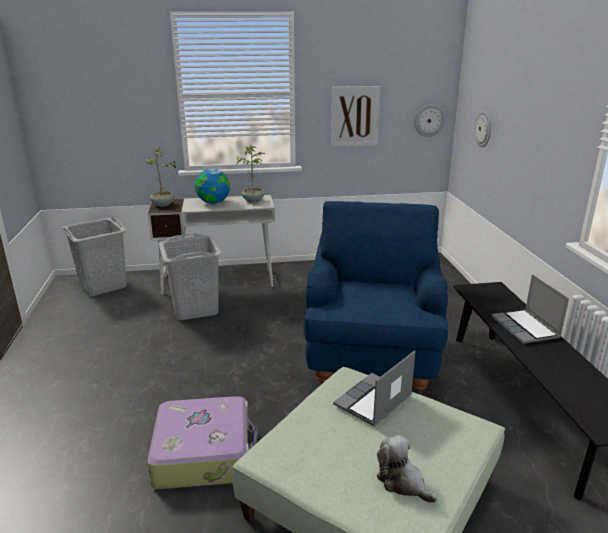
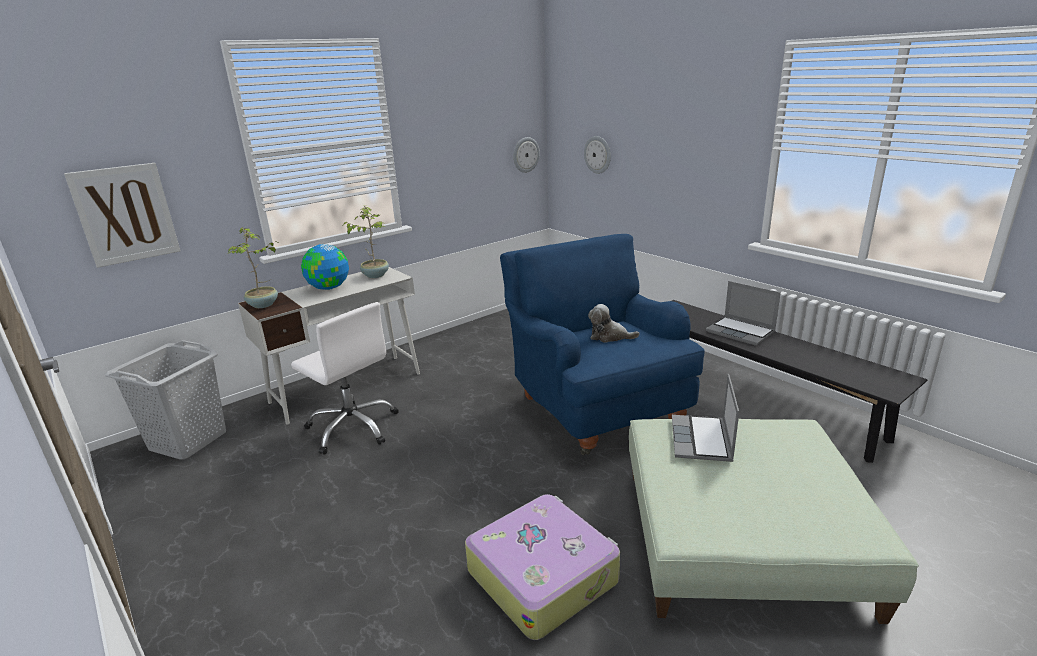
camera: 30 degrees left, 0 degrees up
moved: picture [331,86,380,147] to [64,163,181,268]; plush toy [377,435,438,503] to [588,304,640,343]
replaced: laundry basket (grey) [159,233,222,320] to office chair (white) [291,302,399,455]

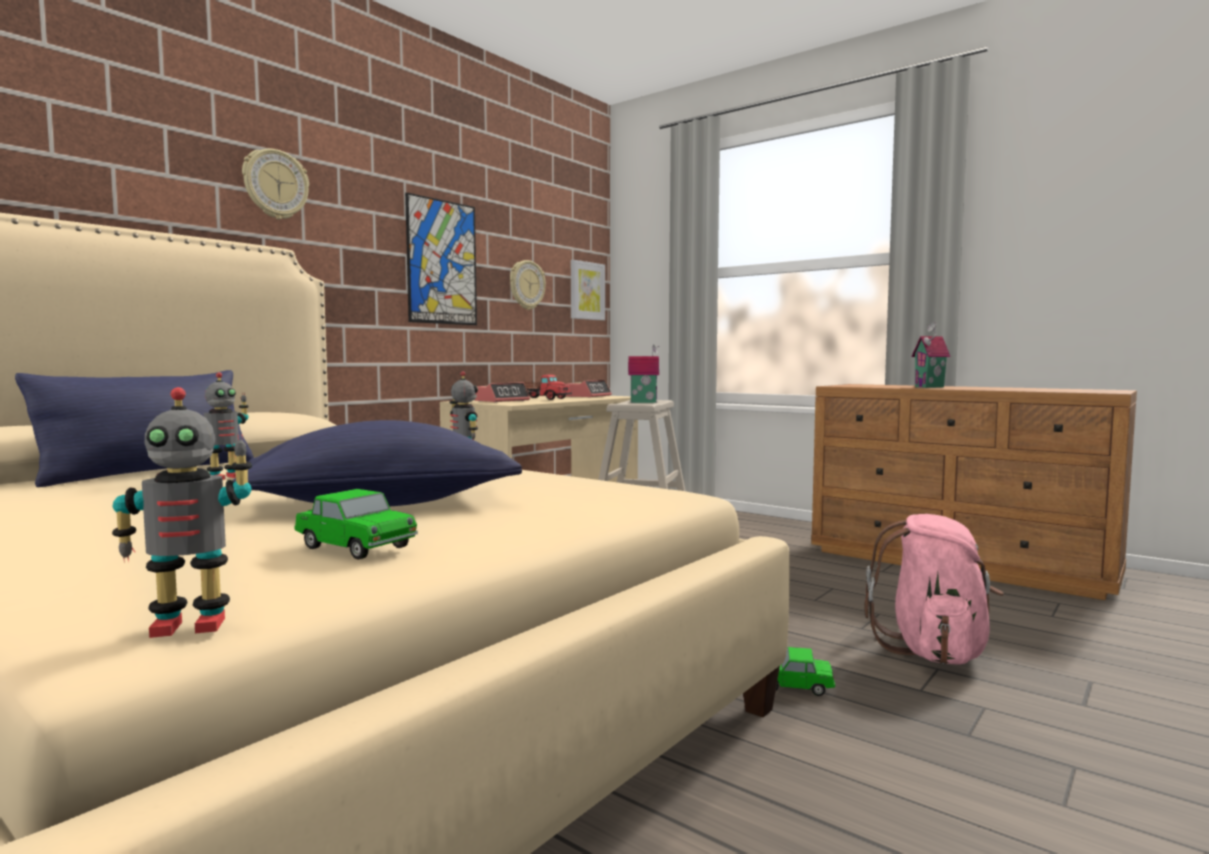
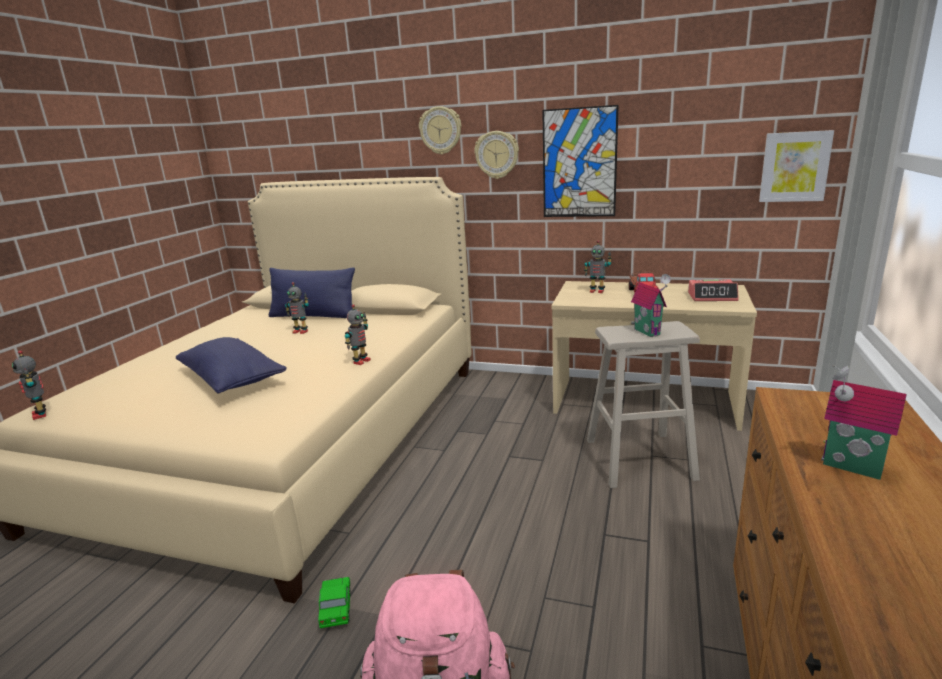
camera: 70 degrees right, 15 degrees up
removed: toy car [294,489,418,560]
moved: wall clock [510,260,546,310] to [474,131,519,179]
replaced: alarm clock [474,382,530,402] to toy robot [584,240,612,293]

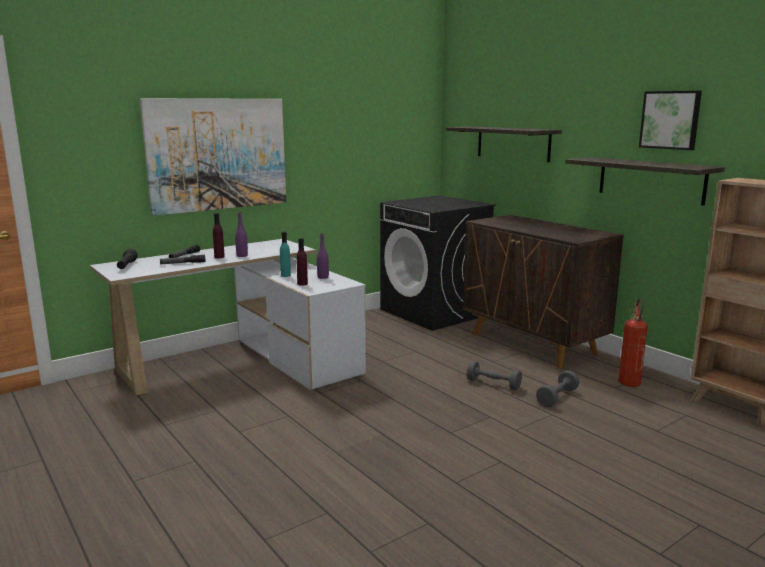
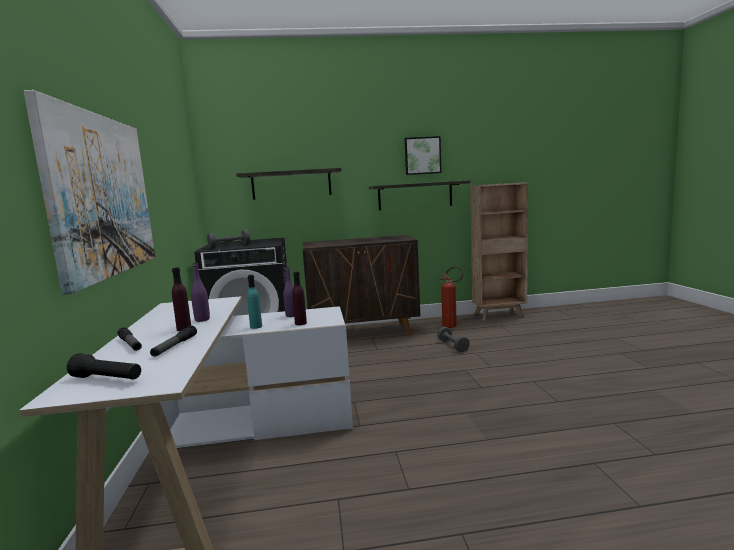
camera: 60 degrees left, 5 degrees down
moved: dumbbell (grey) [467,361,522,390] to [207,229,250,249]

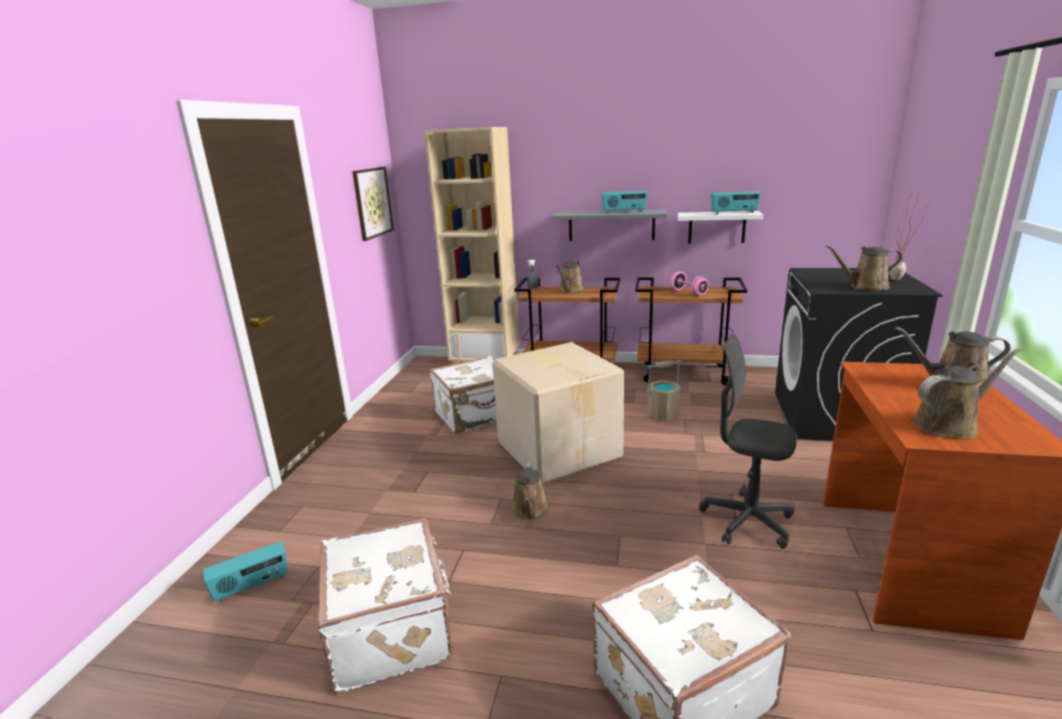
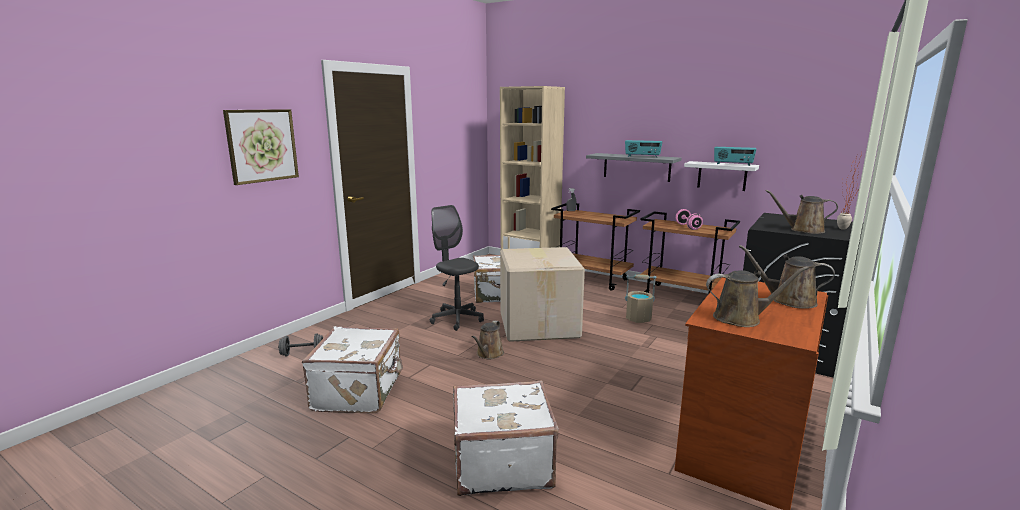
camera: 20 degrees right, 5 degrees down
removed: watering can (brown) [556,261,585,294]
moved: picture [352,167,394,241] to [223,109,299,185]; office chair (grey) [699,333,797,549] to [430,205,484,331]
replaced: radio [202,541,287,602] to dumbbell (grey) [278,334,323,356]

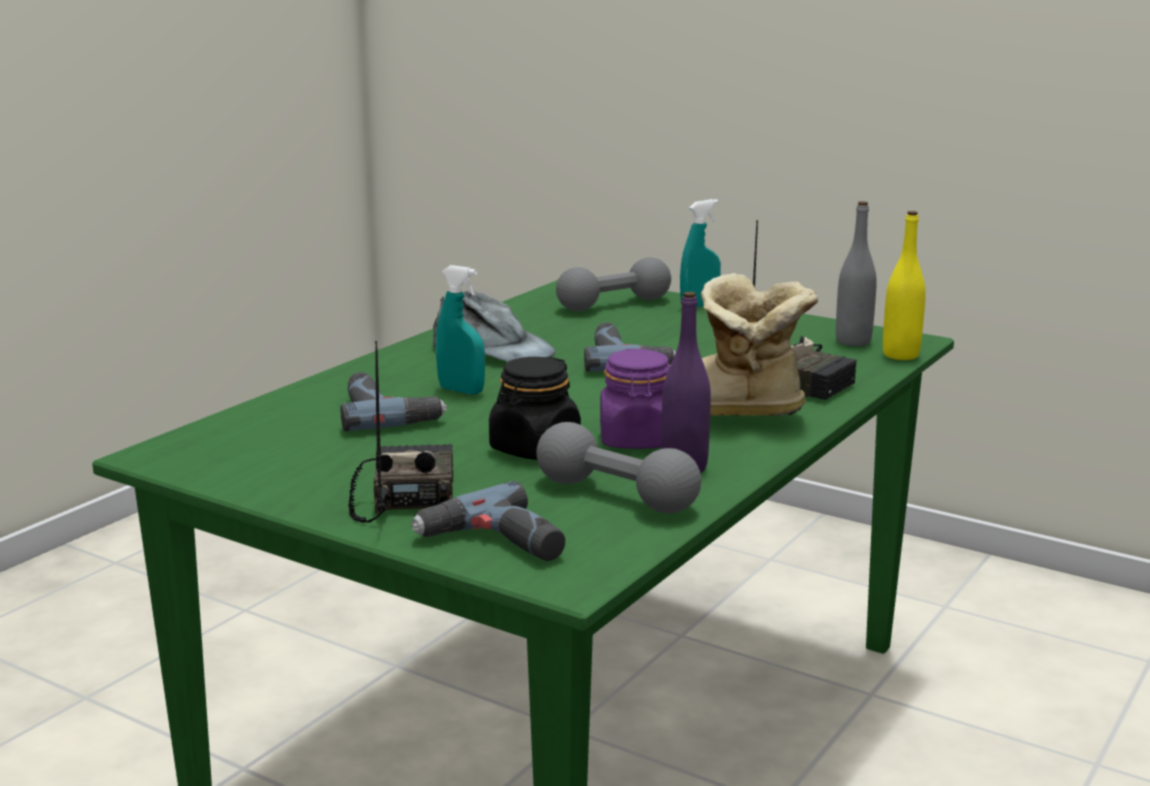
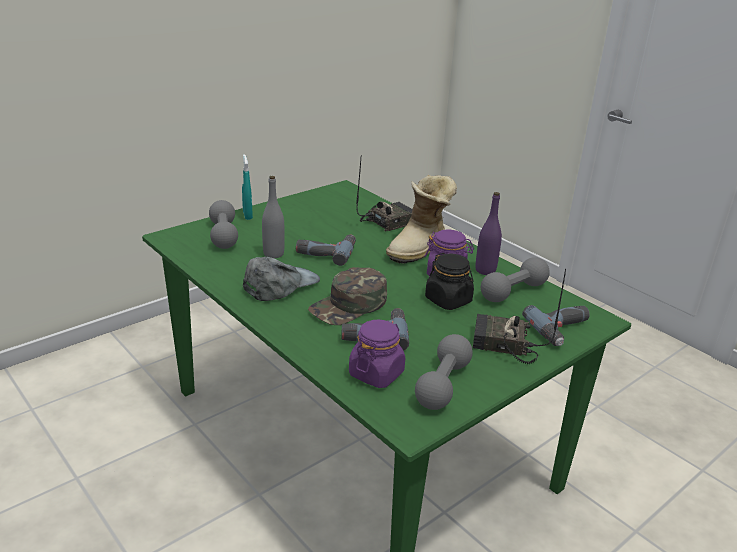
camera: 75 degrees left, 10 degrees up
removed: bottle (yellow) [883,211,926,360]
added: jar (purple) [349,320,405,388]; dumbbell (grey) [415,334,473,410]
moved: bottle (grey) [836,201,877,346] to [262,176,285,258]
replaced: spray bottle (turquoise) [436,265,485,394] to cap (green) [308,267,387,325]

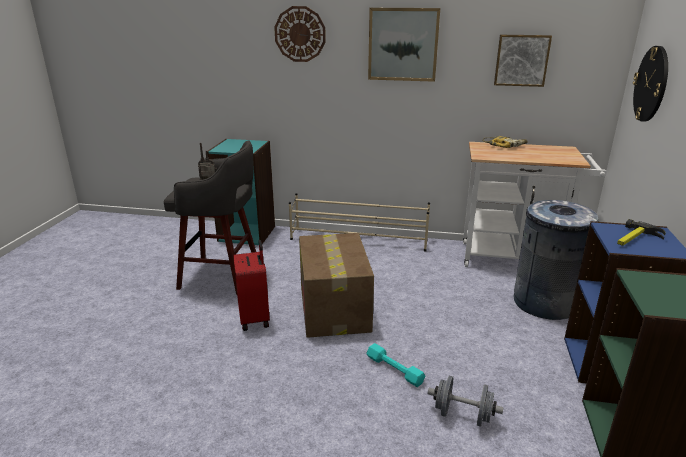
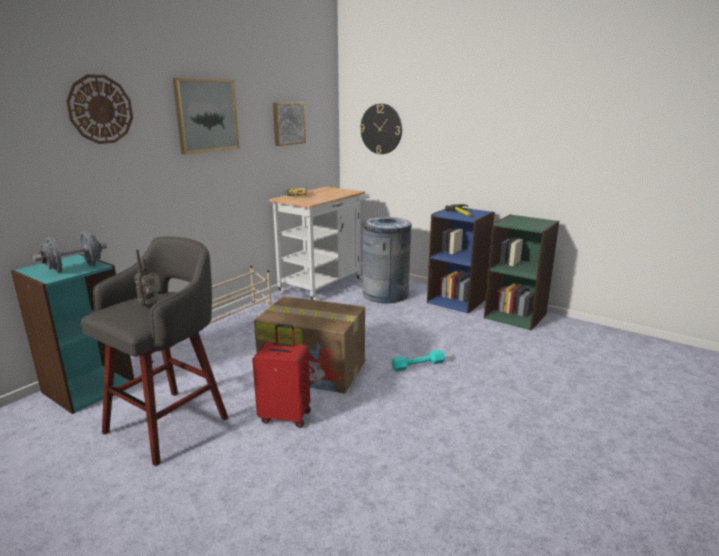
camera: 65 degrees left, 5 degrees down
moved: dumbbell (grey) [428,376,504,427] to [33,231,107,273]

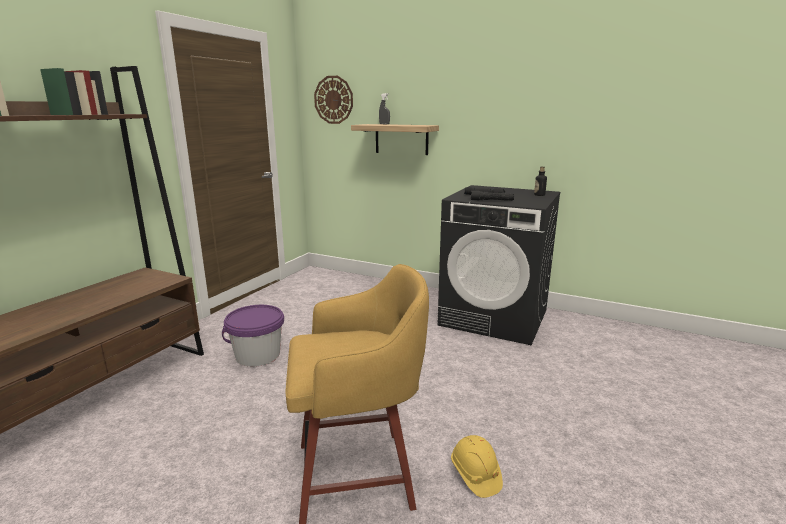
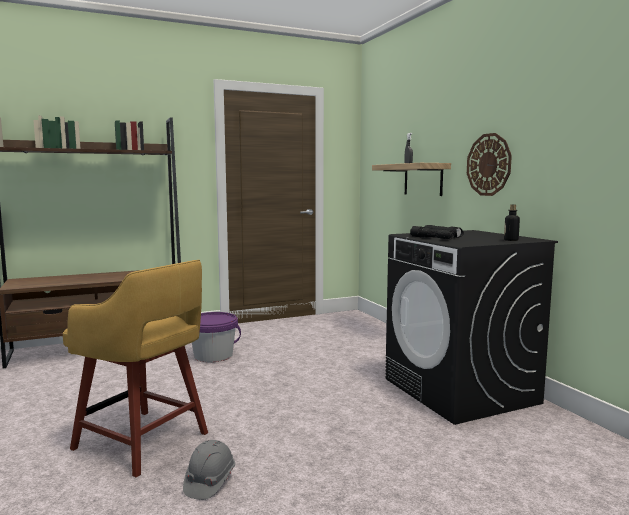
camera: 40 degrees right, 10 degrees down
moved: wall clock [314,76,353,124] to [467,133,512,196]
recoloured: hard hat (yellow) [451,435,503,498] to hard hat (grey) [183,440,235,500]

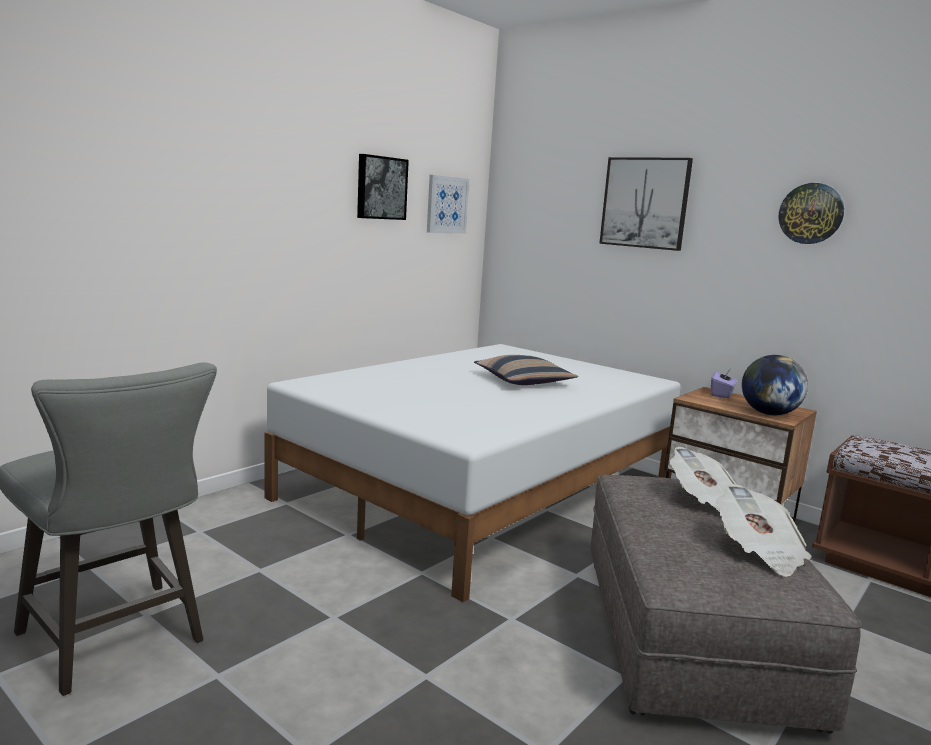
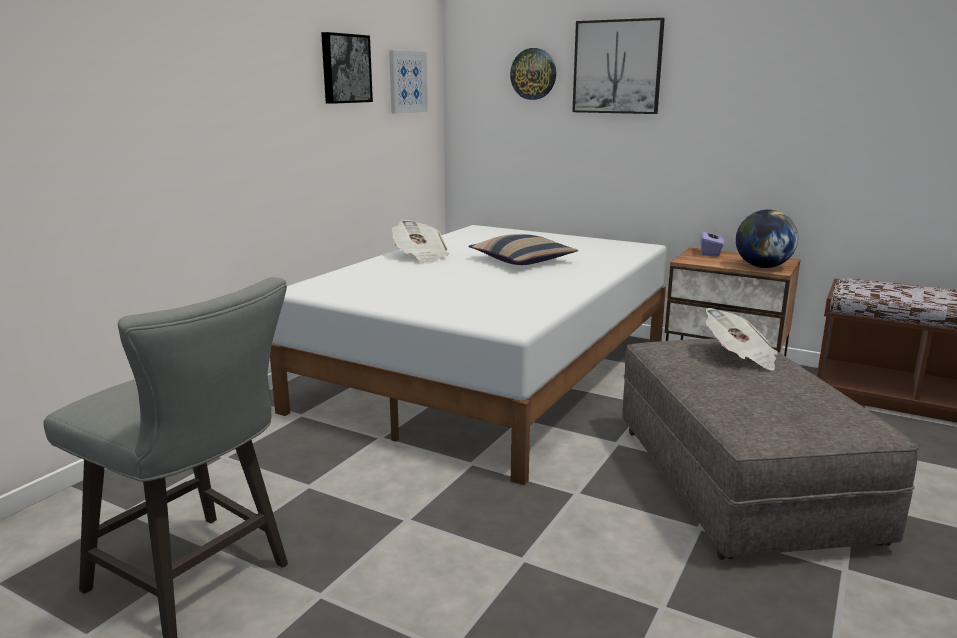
camera: 10 degrees left, 5 degrees up
moved: newspaper [716,484,812,577] to [392,220,449,264]; wall clock [779,183,844,244] to [510,48,556,100]

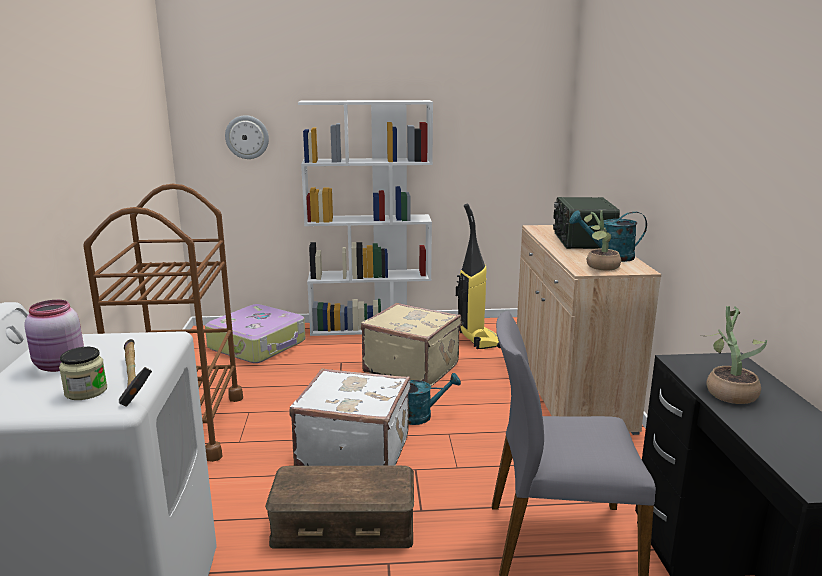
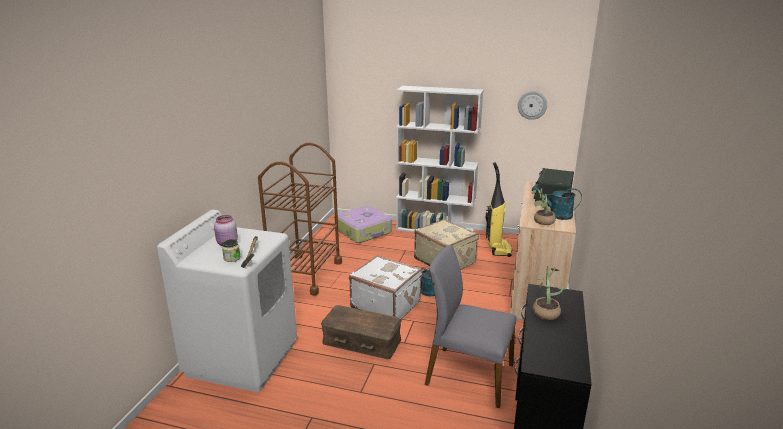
camera: 20 degrees right, 5 degrees up
moved: wall clock [225,115,269,159] to [518,91,547,120]

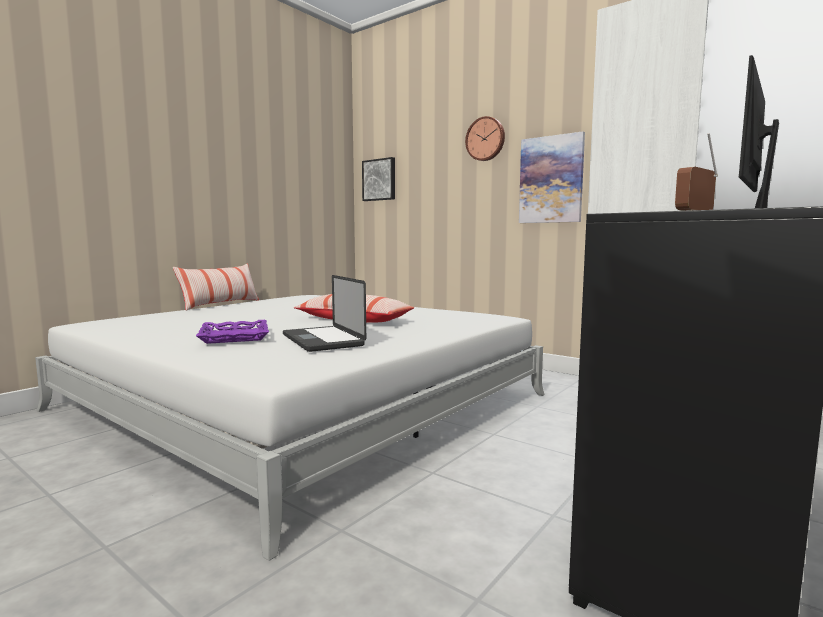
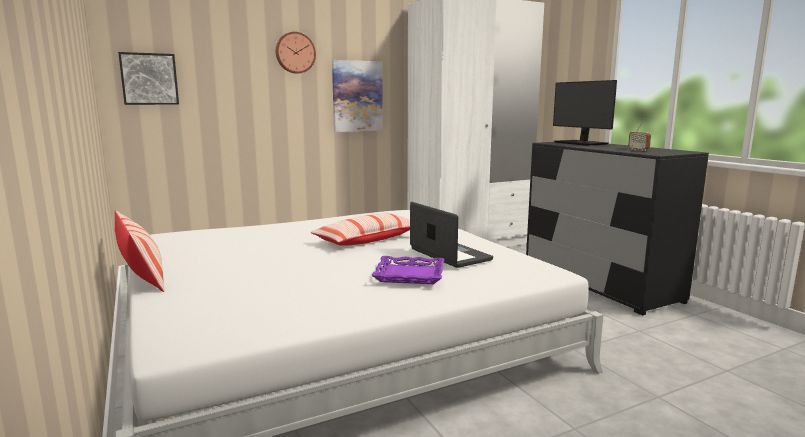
camera: 65 degrees left, 5 degrees up
turned: laptop [283,275,366,352] = [410,202,493,268] 120 degrees counterclockwise

